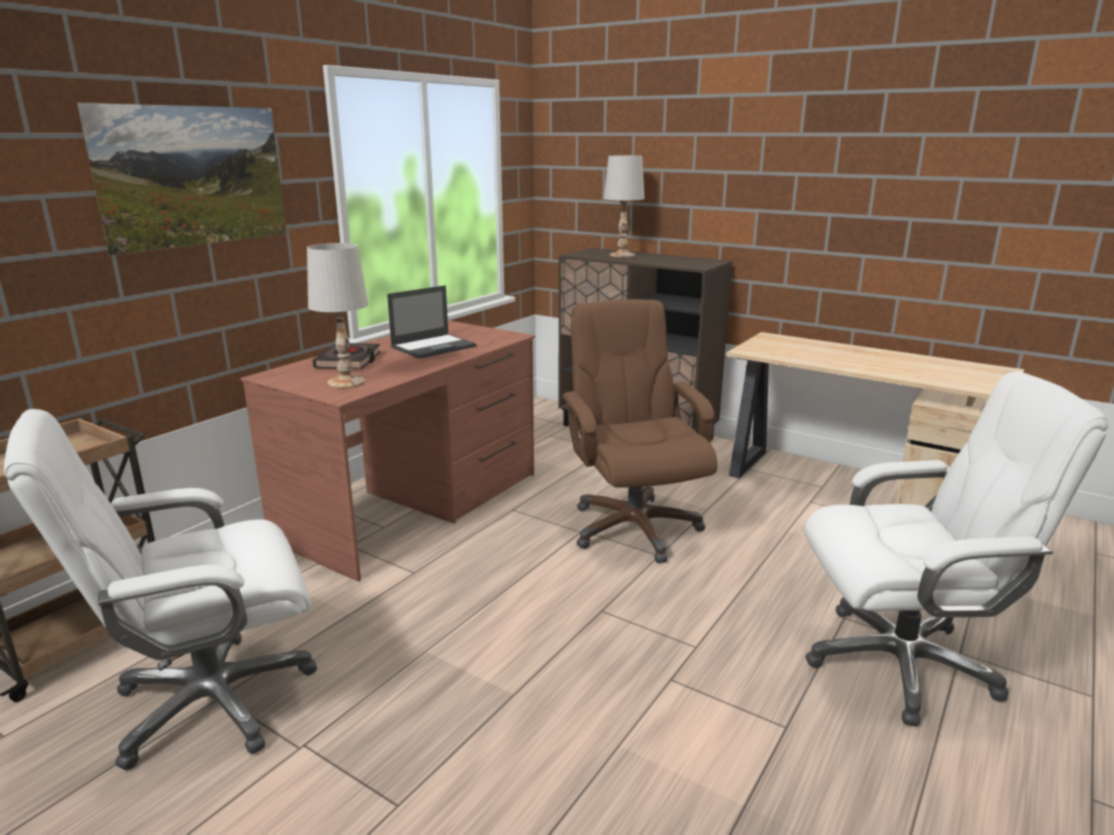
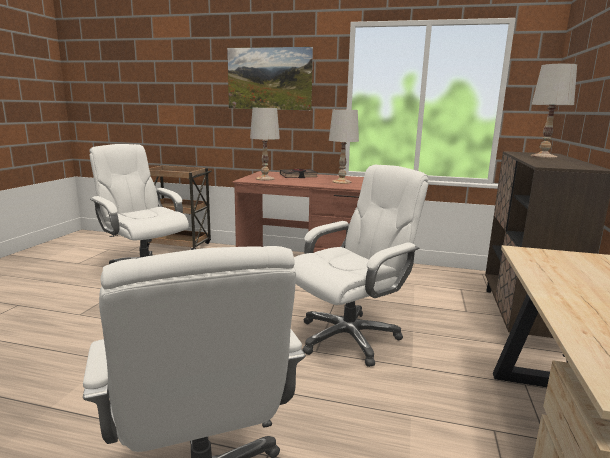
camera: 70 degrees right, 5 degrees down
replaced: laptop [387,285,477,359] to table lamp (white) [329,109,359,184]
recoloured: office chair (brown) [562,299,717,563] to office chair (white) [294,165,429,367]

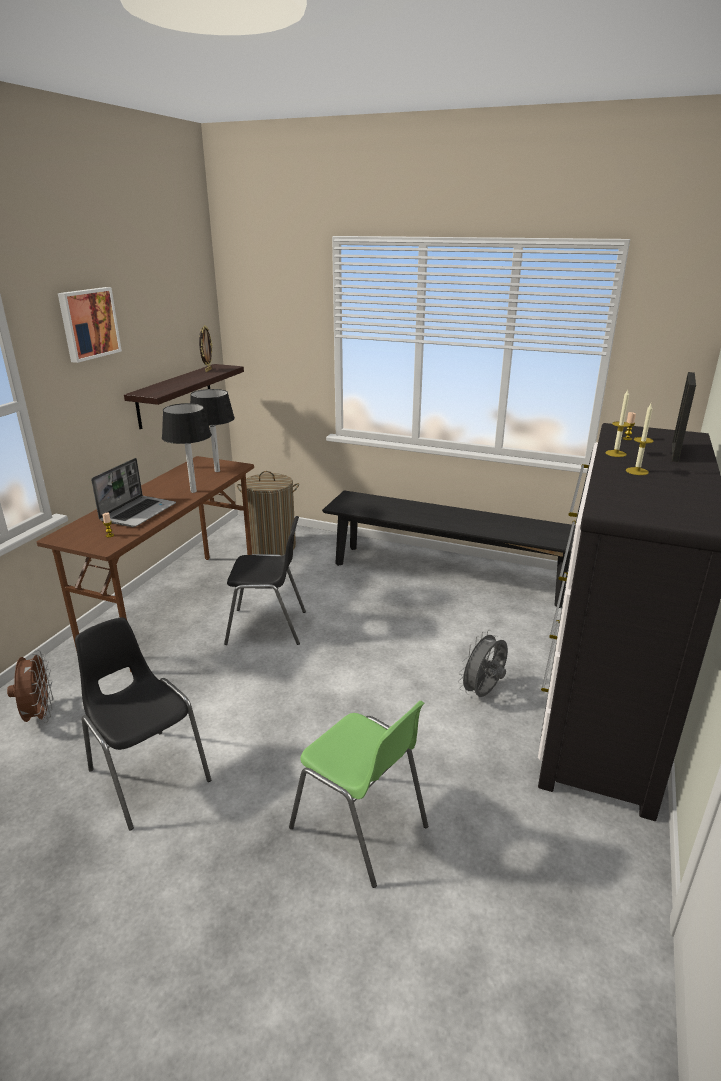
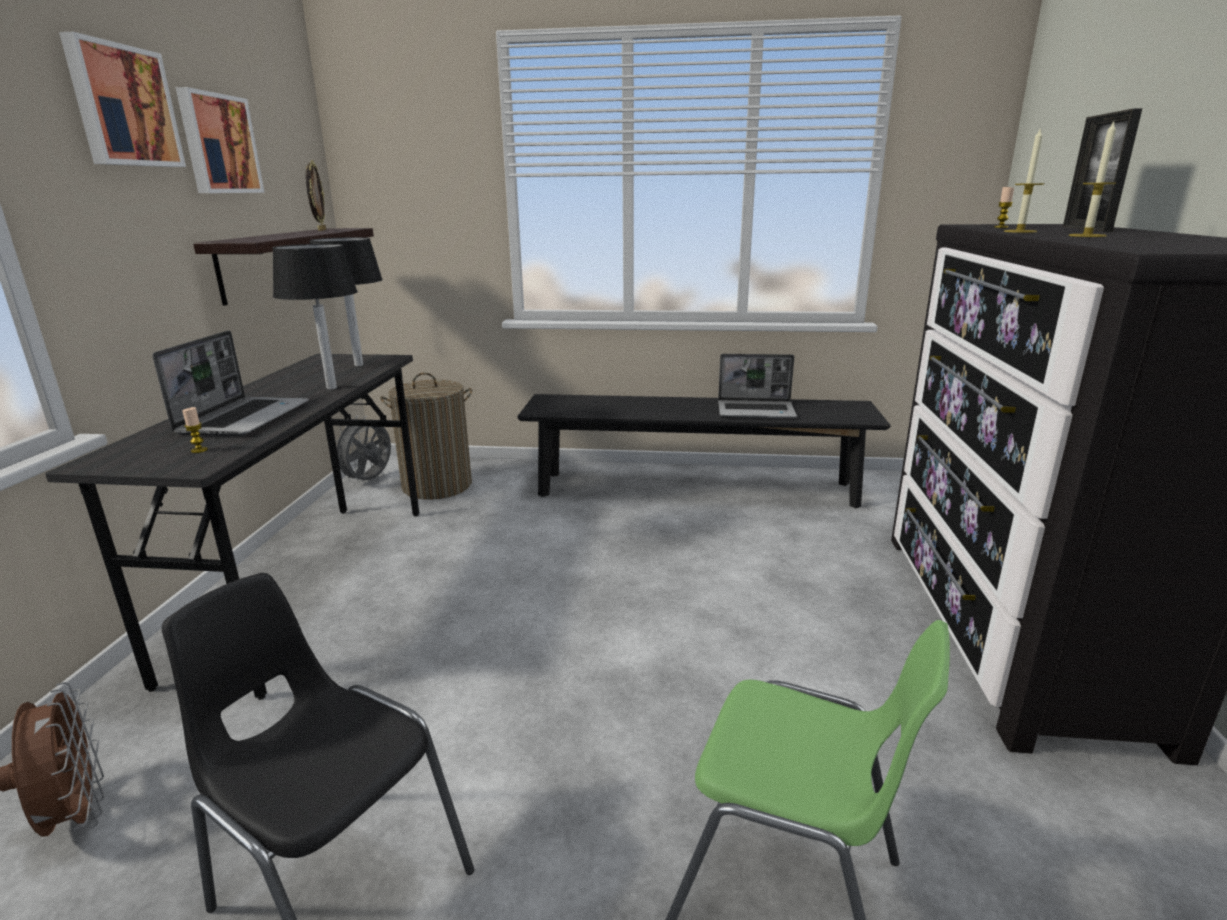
camera: 15 degrees left, 5 degrees down
removed: chair (black) [224,516,306,645]
added: picture [176,87,264,193]; laptop [718,354,797,418]
moved: fan (grey) [458,630,508,697] to [335,416,391,482]
recoloured: desk (brown) [37,456,254,672] to desk (grey) [45,354,419,700]

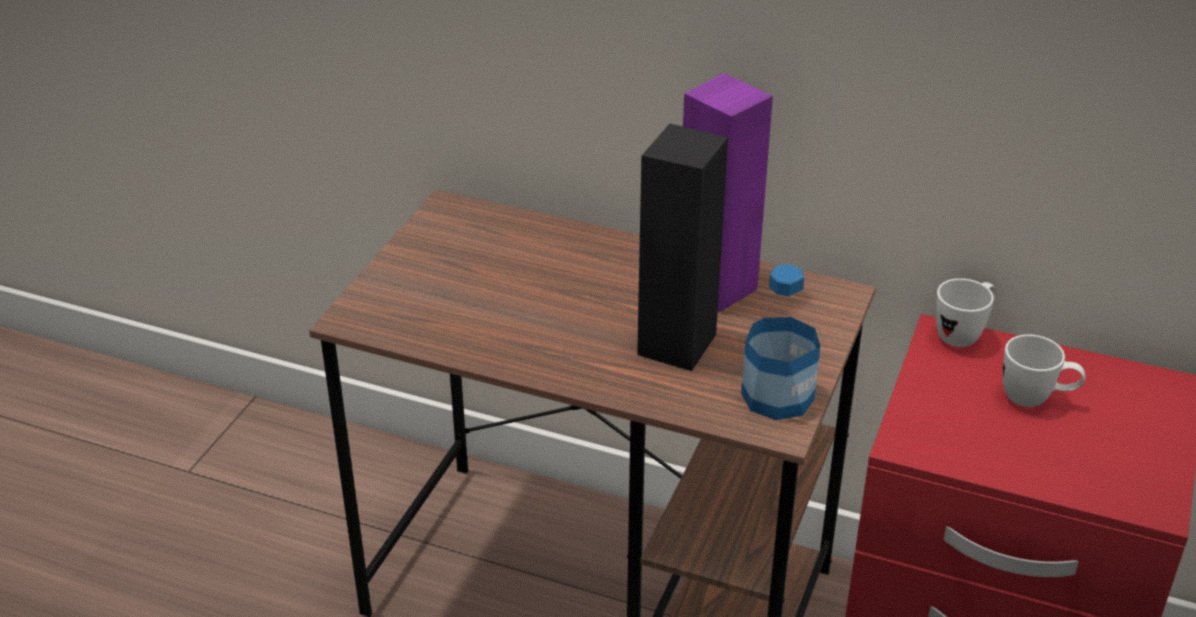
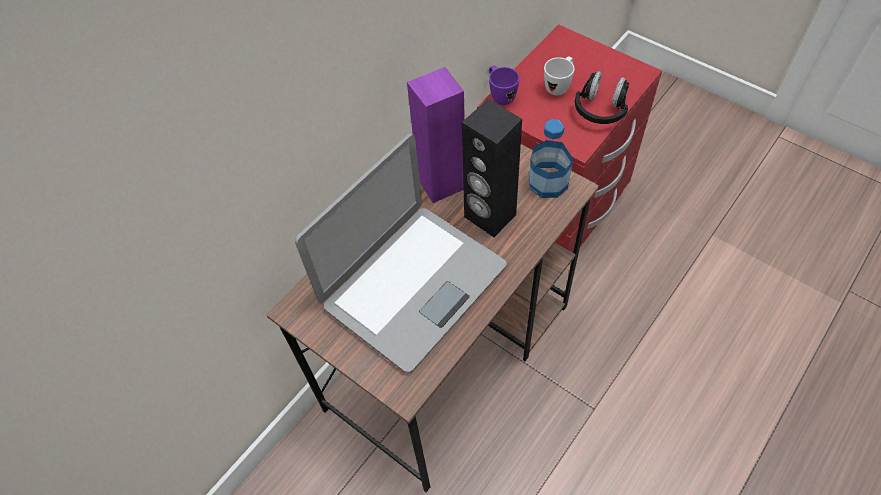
camera: 70 degrees left, 20 degrees up
added: laptop [295,134,506,373]; headphones (black) [575,71,629,124]
recoloured: mug (white) [936,278,995,347] to mug (purple) [489,66,520,105]

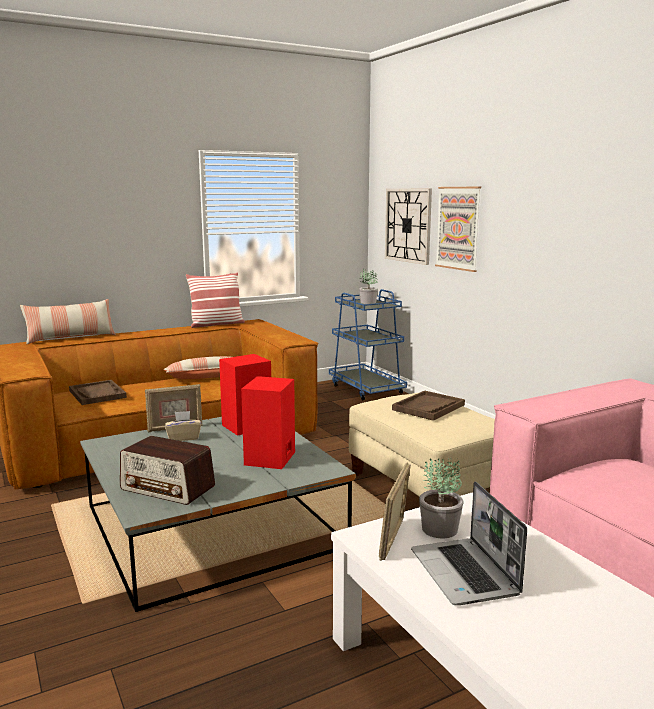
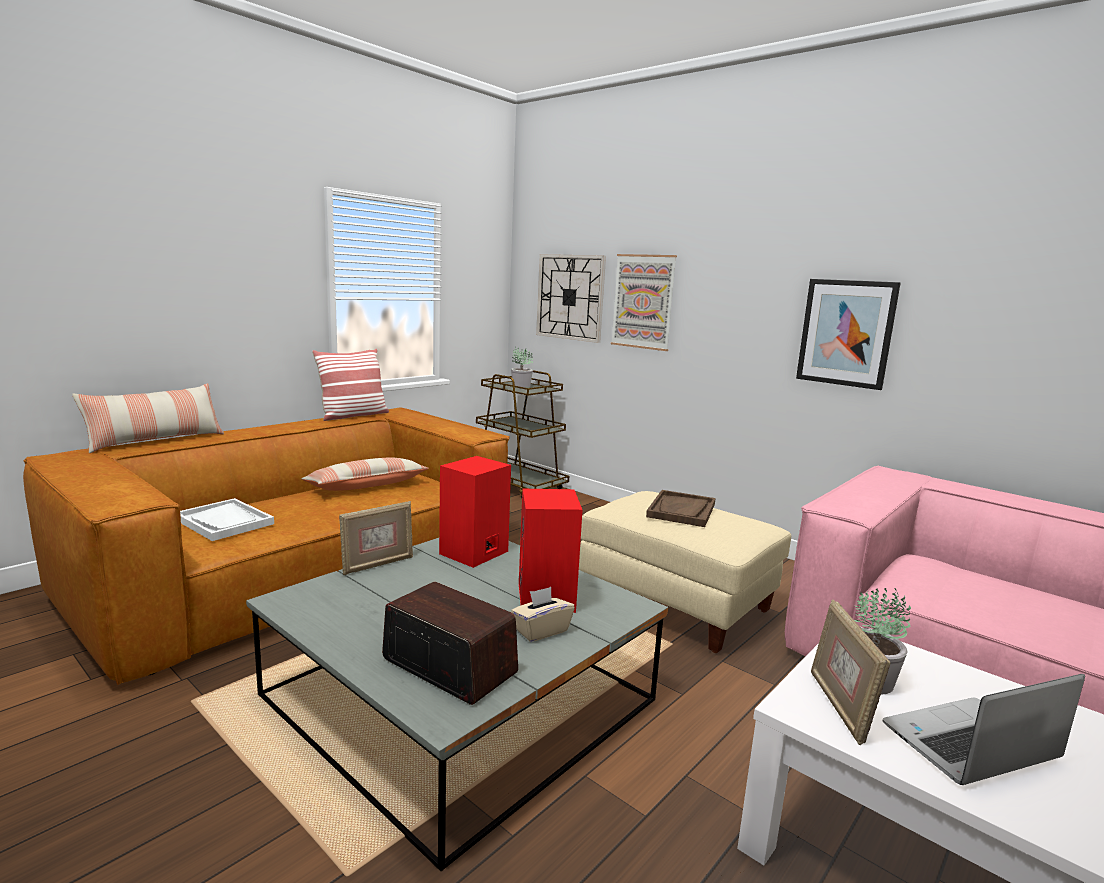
camera: 20 degrees left, 0 degrees up
added: picture [796,279,901,390]
moved: tissue box (beige) [165,411,201,441] to [511,587,575,642]
recoloured: tray (brown) [69,380,127,405] to tray (white) [180,498,274,541]; cart (blue) [329,289,407,400] to cart (brown) [476,370,569,498]
turned: radio [120,436,215,505] = [382,582,518,705] 150 degrees counterclockwise; laptop [411,481,527,605] = [883,674,1085,785] 105 degrees clockwise

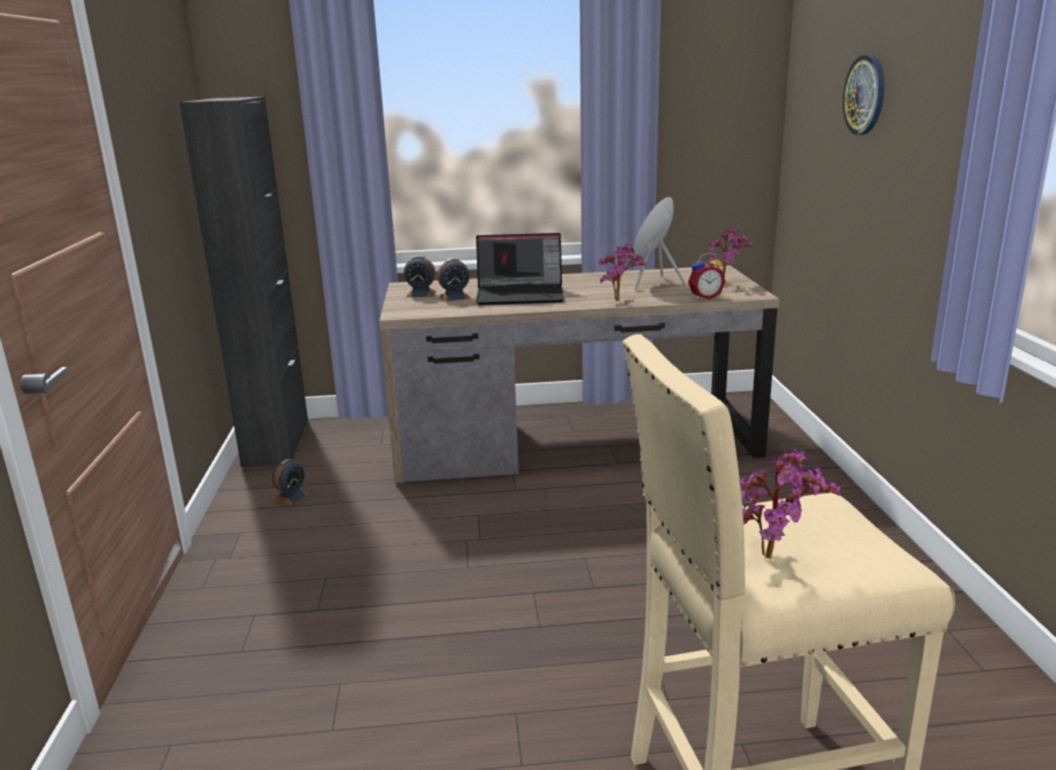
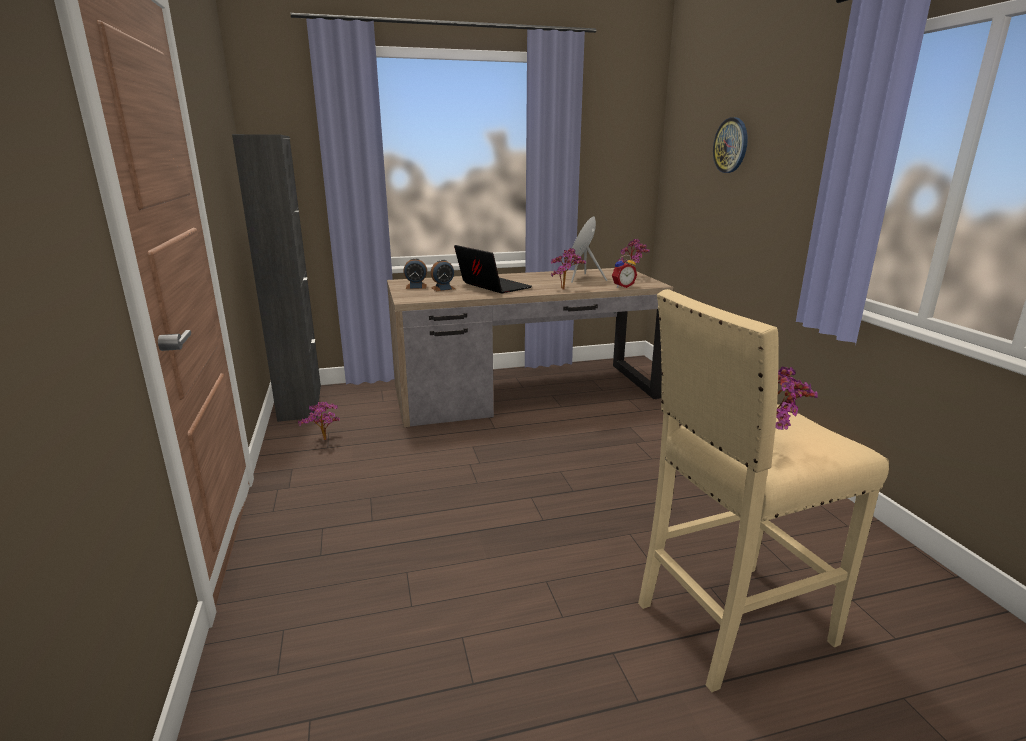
camera: 10 degrees left, 0 degrees up
replaced: alarm clock [272,459,310,506] to potted plant [298,402,340,440]
turned: laptop [476,233,564,305] = [454,245,532,293] 120 degrees counterclockwise

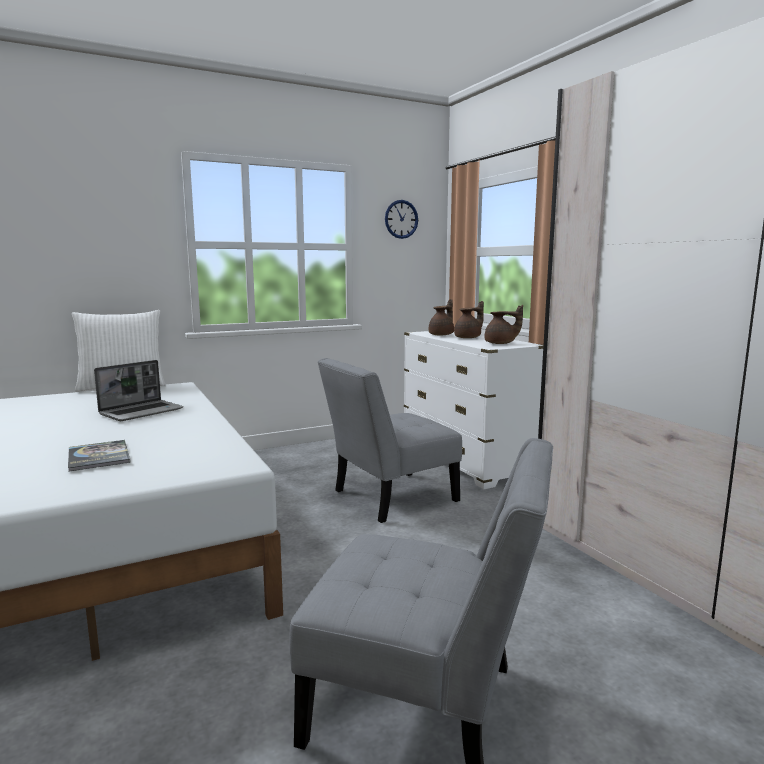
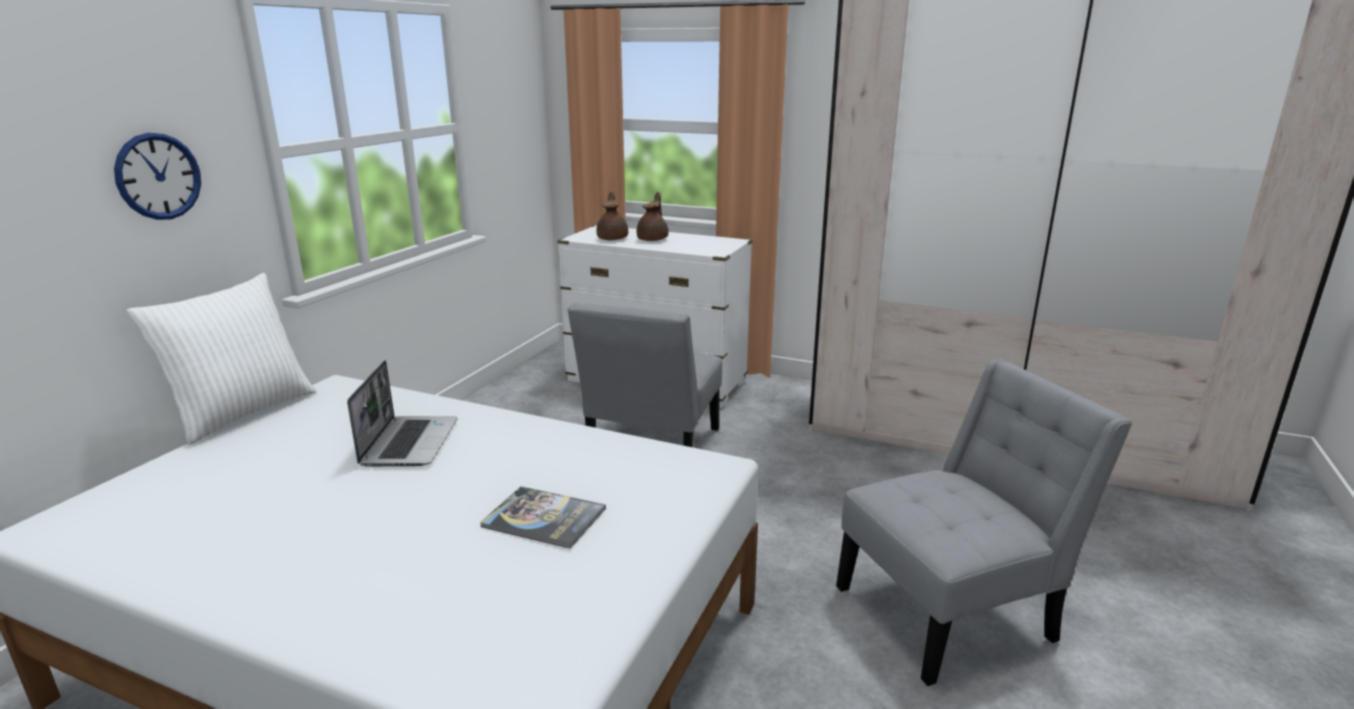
camera: 40 degrees left, 10 degrees up
removed: teapot (brown) [484,305,523,344]
moved: wall clock [385,200,418,239] to [114,133,201,220]

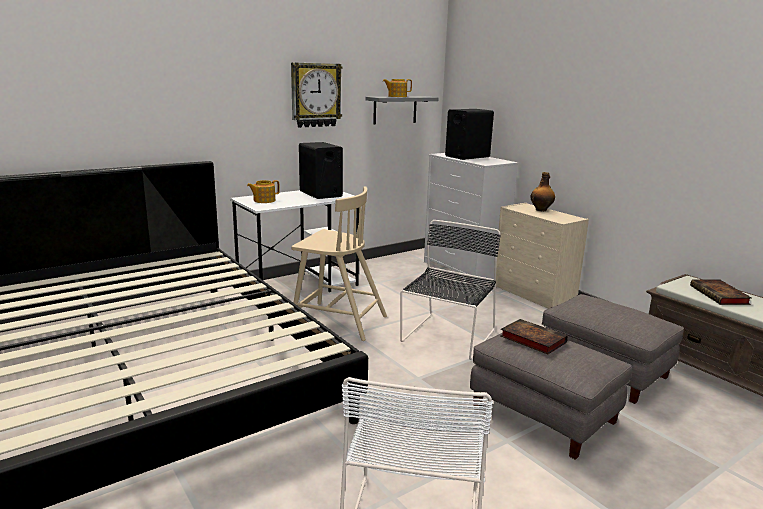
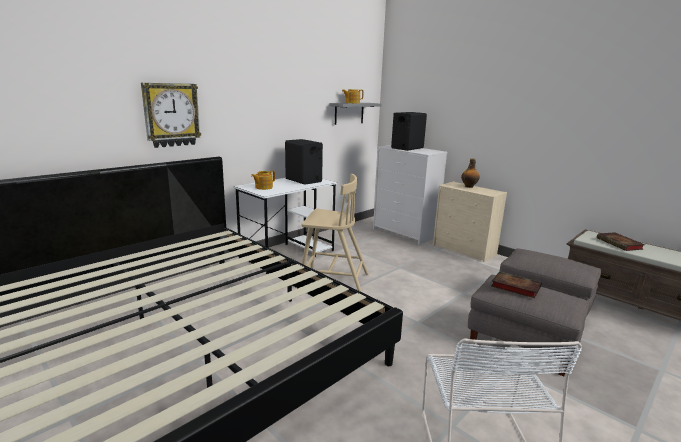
camera: 10 degrees left, 0 degrees up
removed: chair (black) [400,220,501,360]
moved: wall clock [291,62,342,128] to [141,83,201,148]

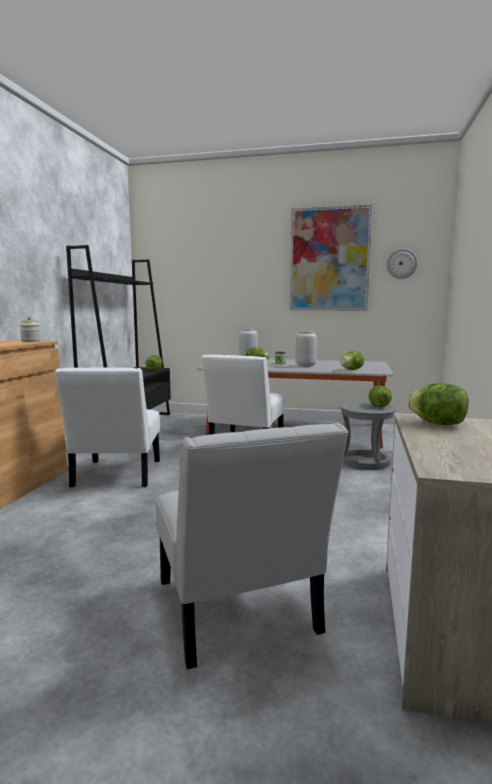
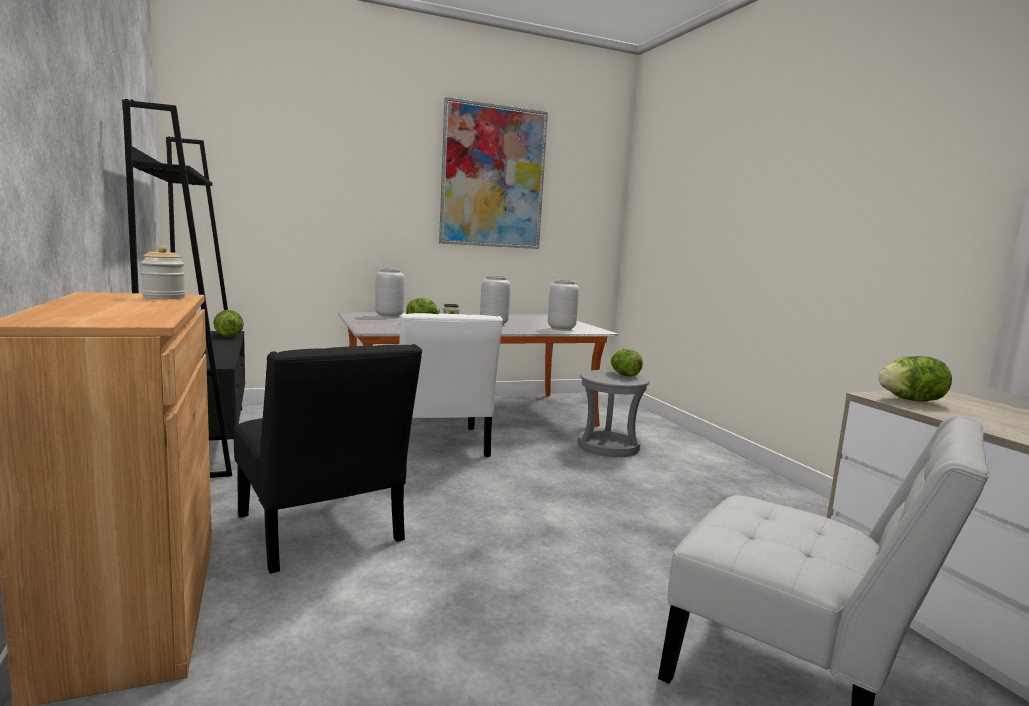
camera: 35 degrees left, 0 degrees up
removed: wall clock [387,248,418,279]
replaced: lettuce [340,351,364,370] to vase (grey) [548,280,579,331]
recoloured: chair (white) [55,367,160,487] to chair (black) [234,344,423,574]

